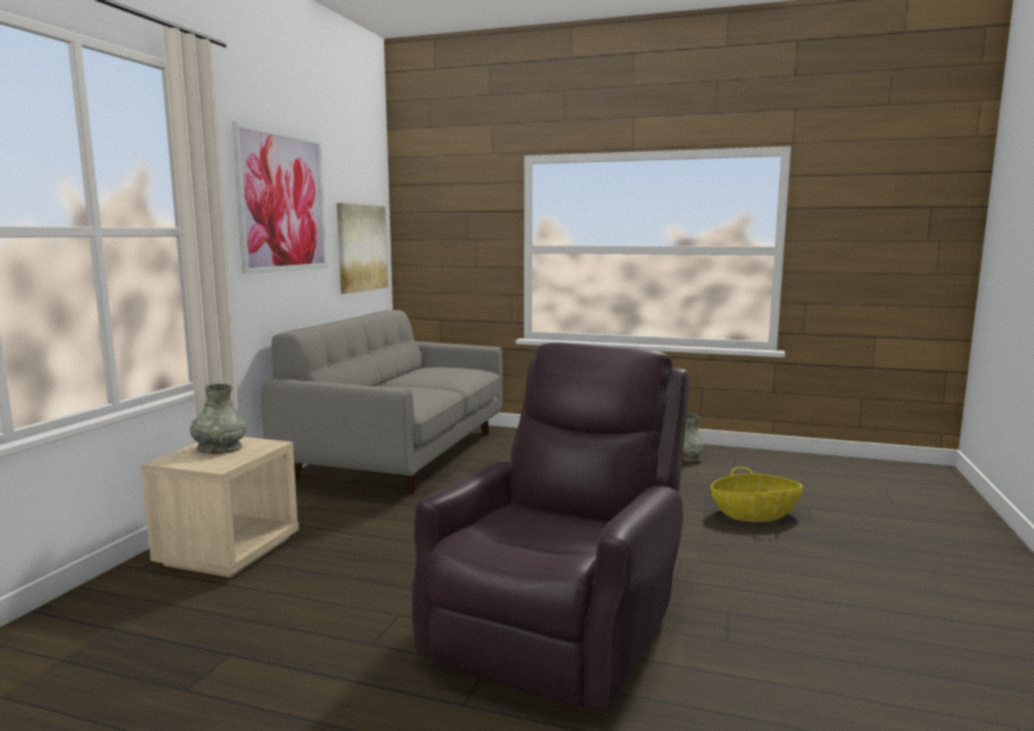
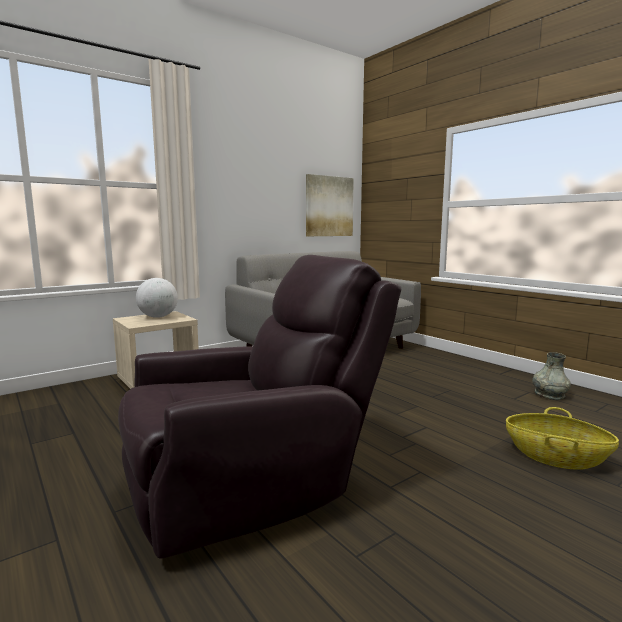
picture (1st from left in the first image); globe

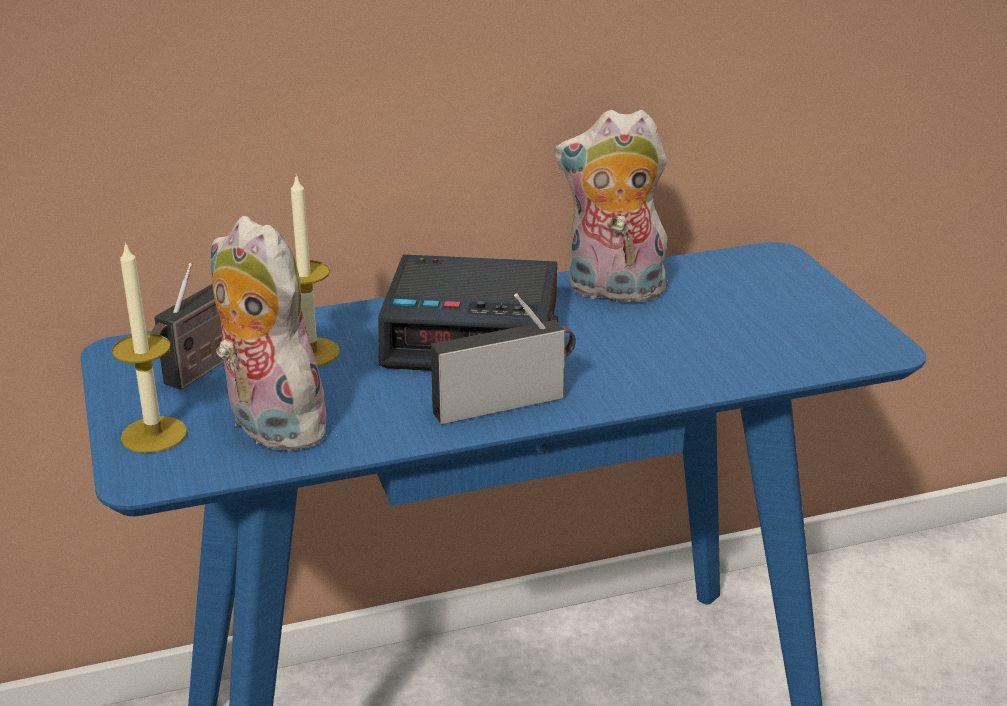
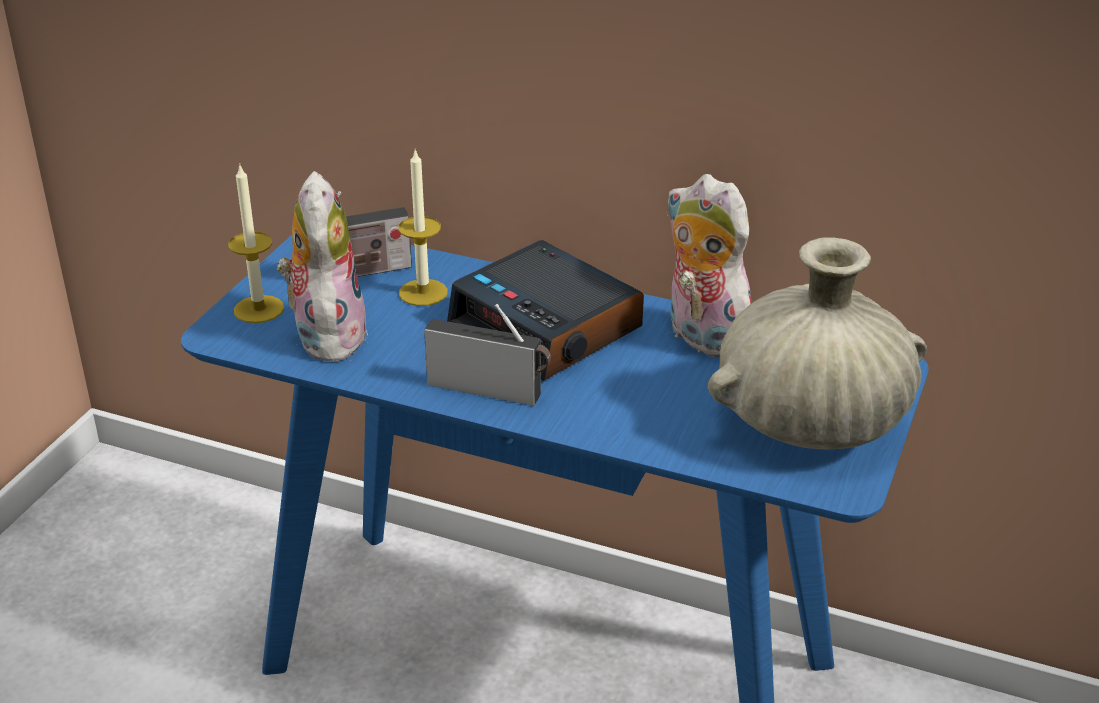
vase in beige

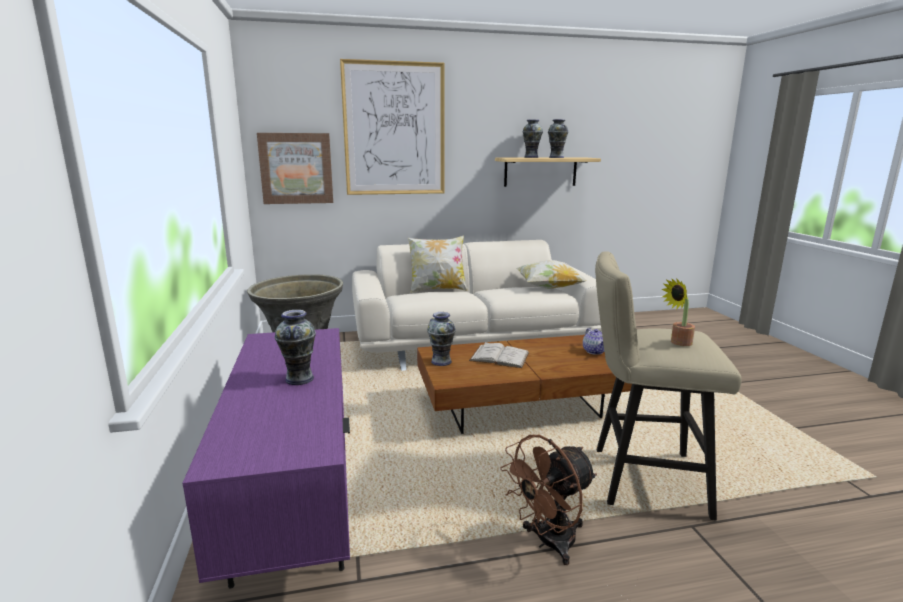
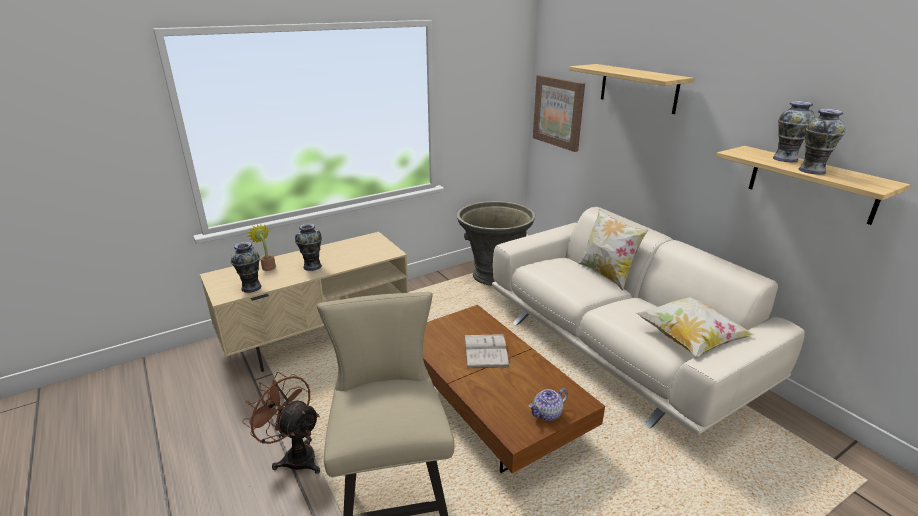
shelf (1st from left); potted plant; vase (1st from left); tv stand in beige

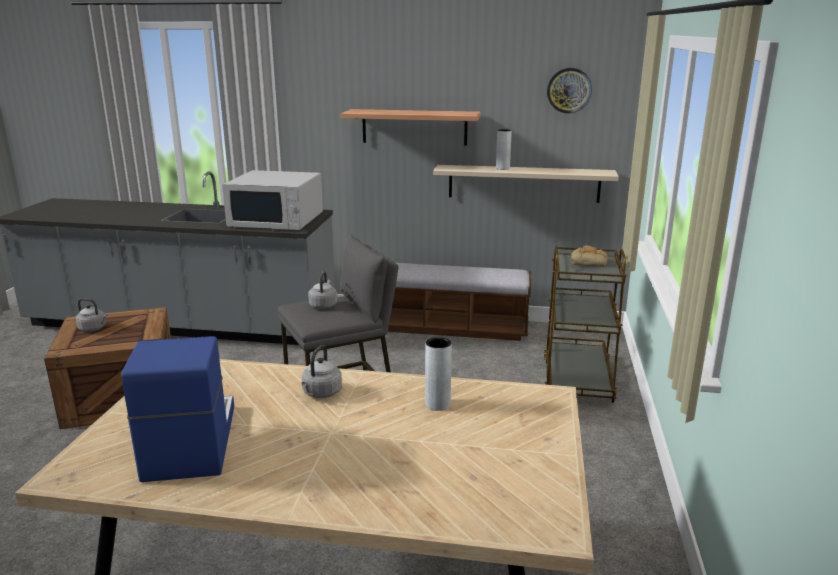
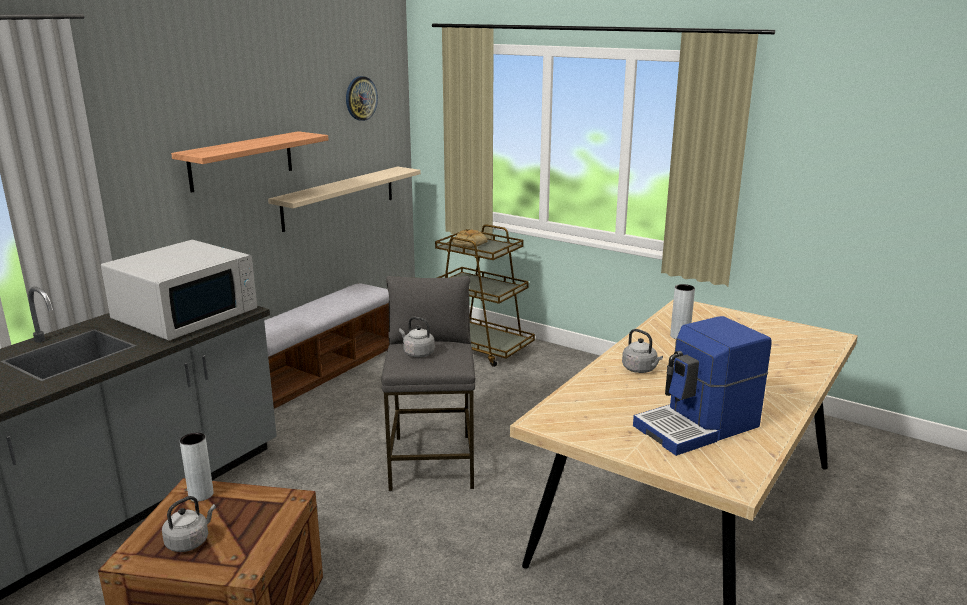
vase in grey (1st from left); coffee machine

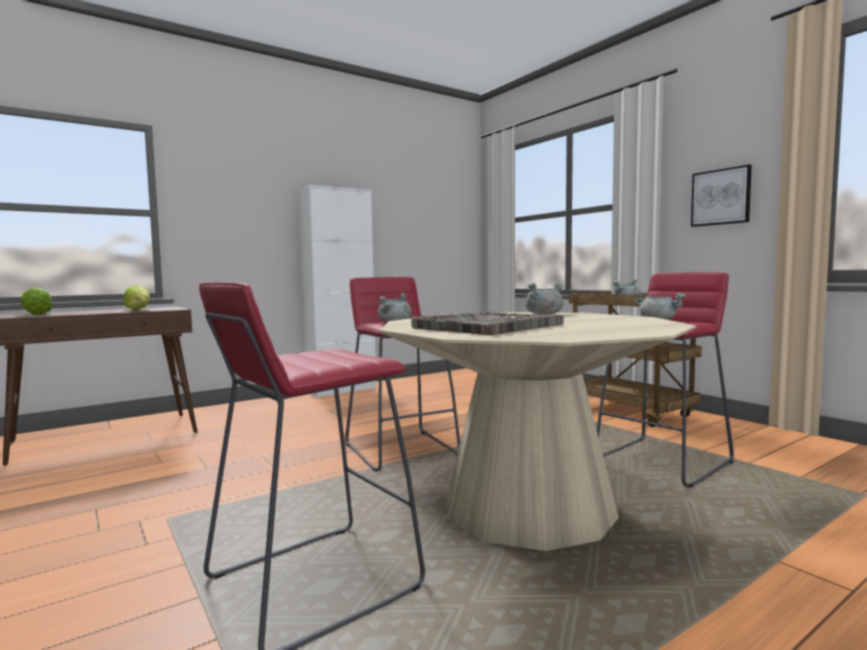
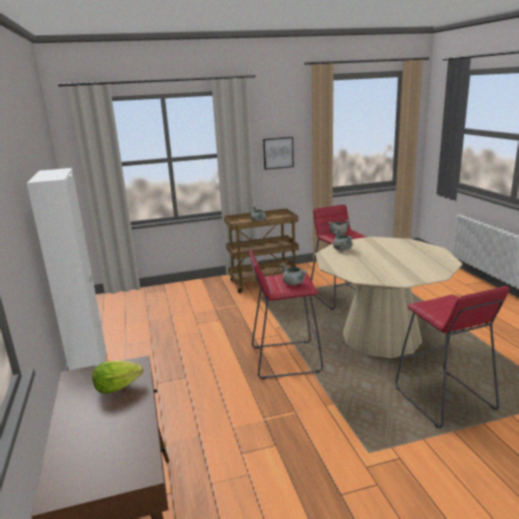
lettuce (1st from left in the first image); tray in grey

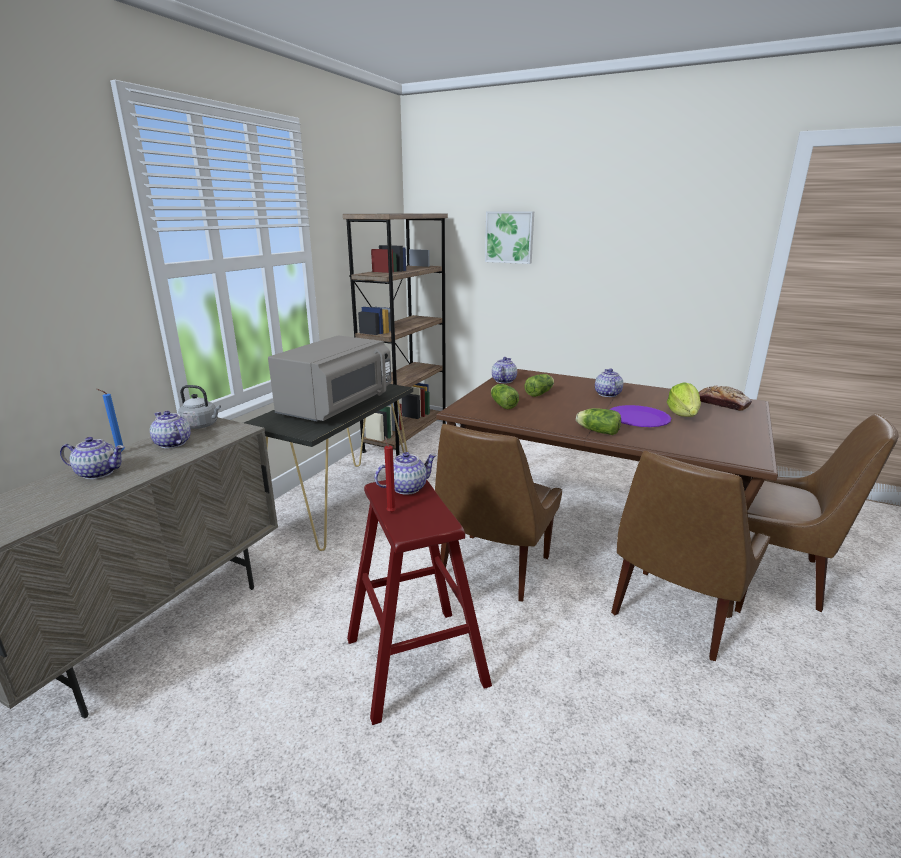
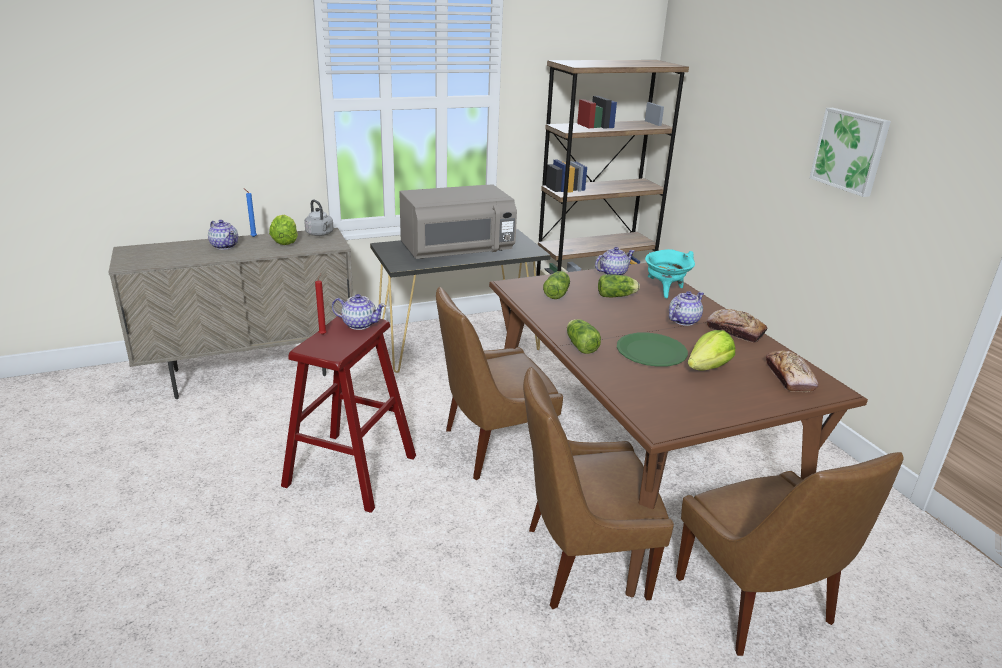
picture; plate in green; lettuce (1st from left); cooking pot in turquoise; bread (1st from left)

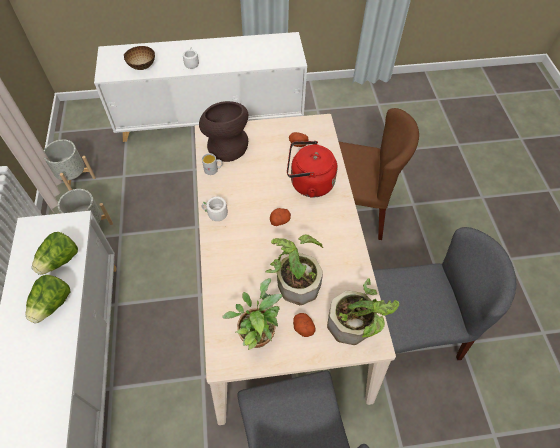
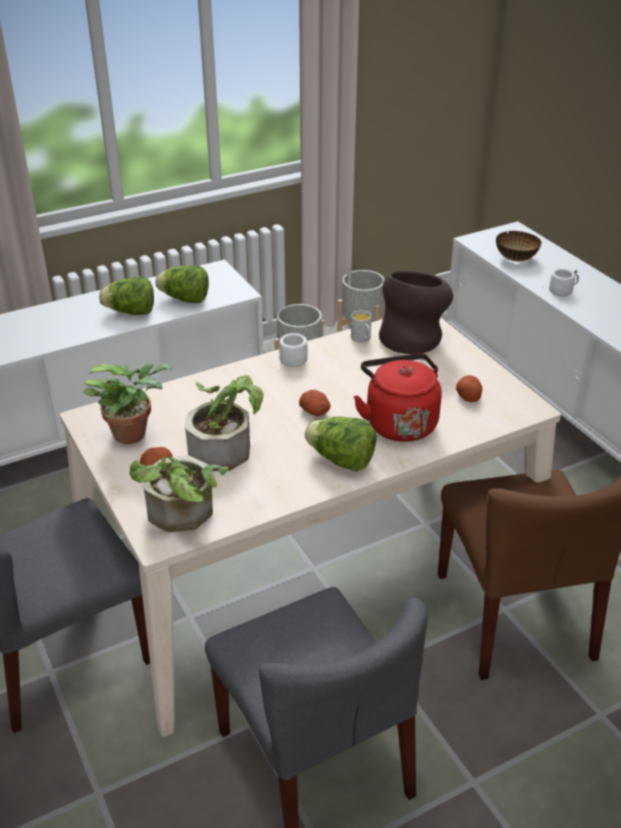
lettuce (3rd from left)

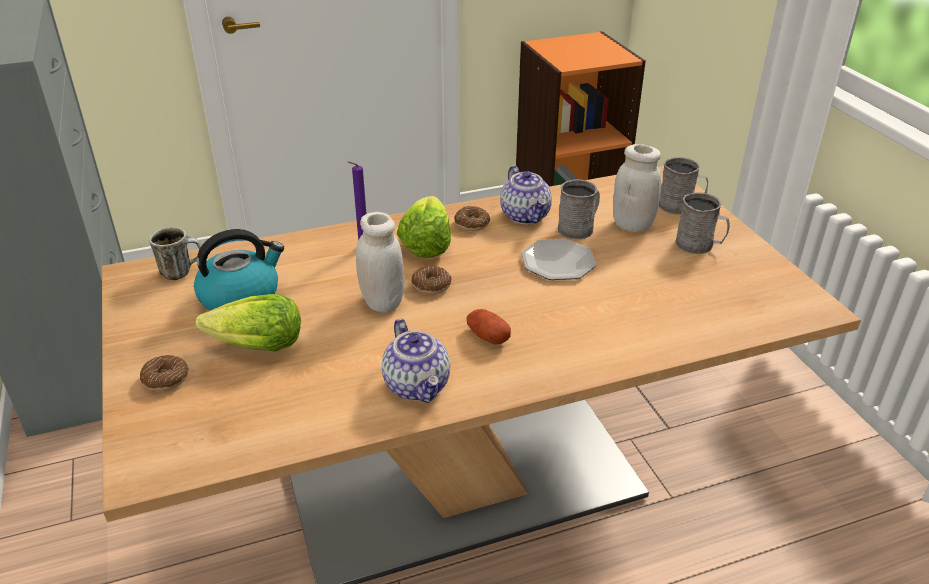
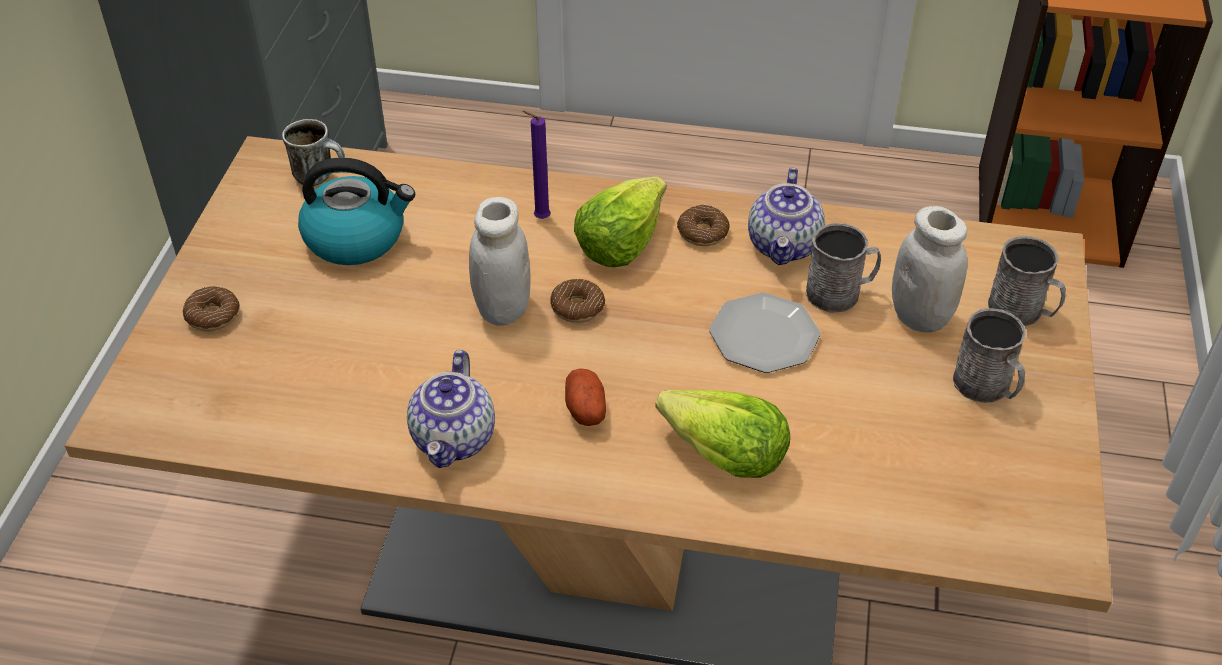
lettuce (2nd from left)

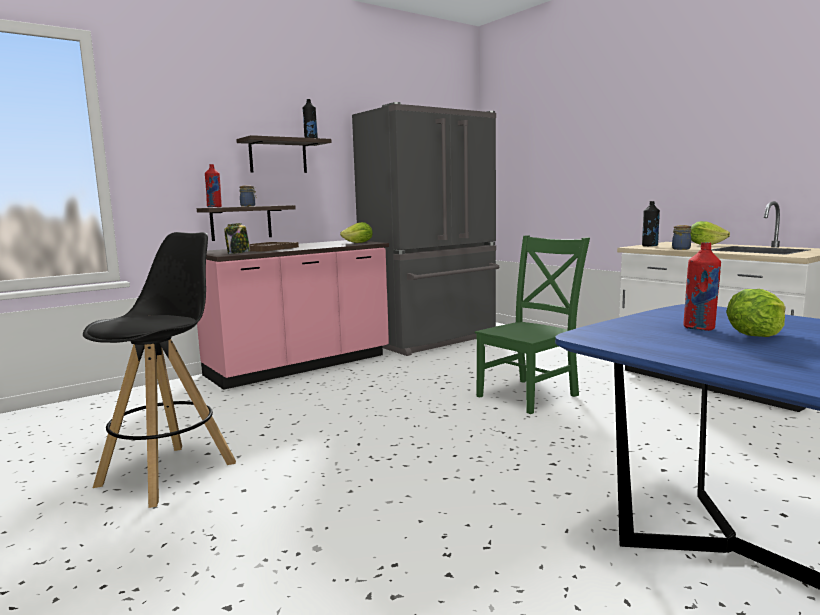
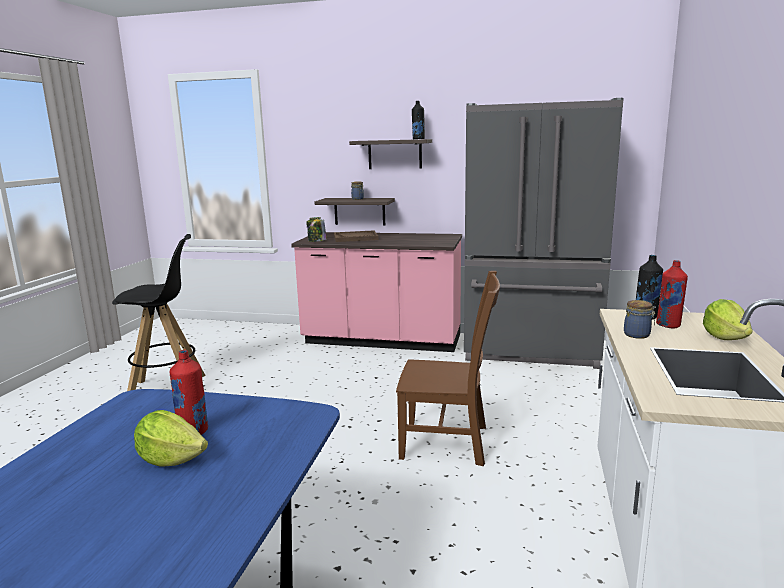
bottle in red (2nd from left); lettuce (1st from left in the first image); chair in brown

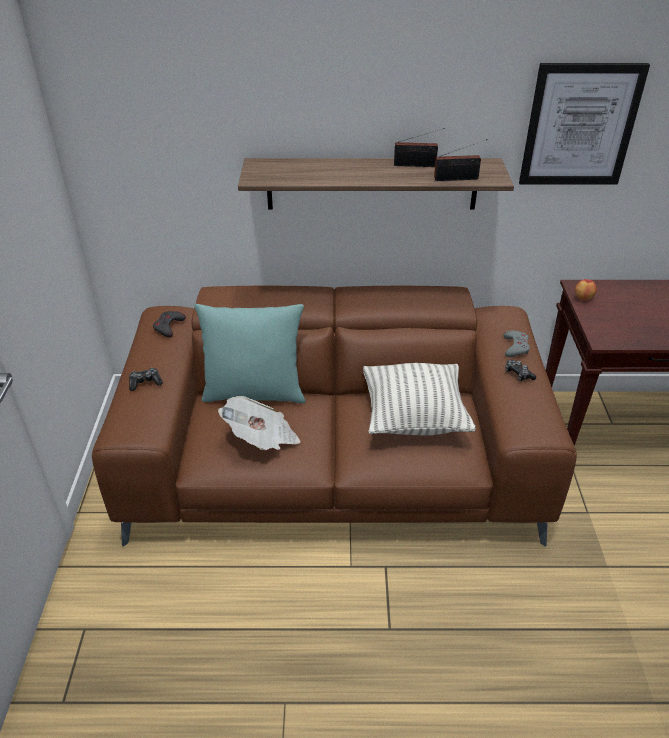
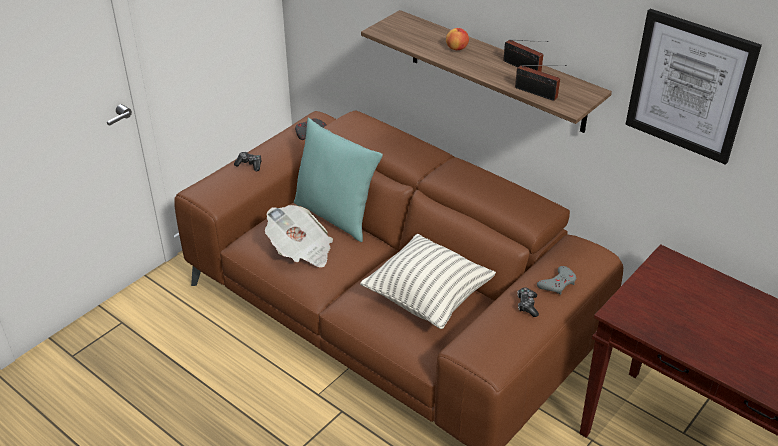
apple

